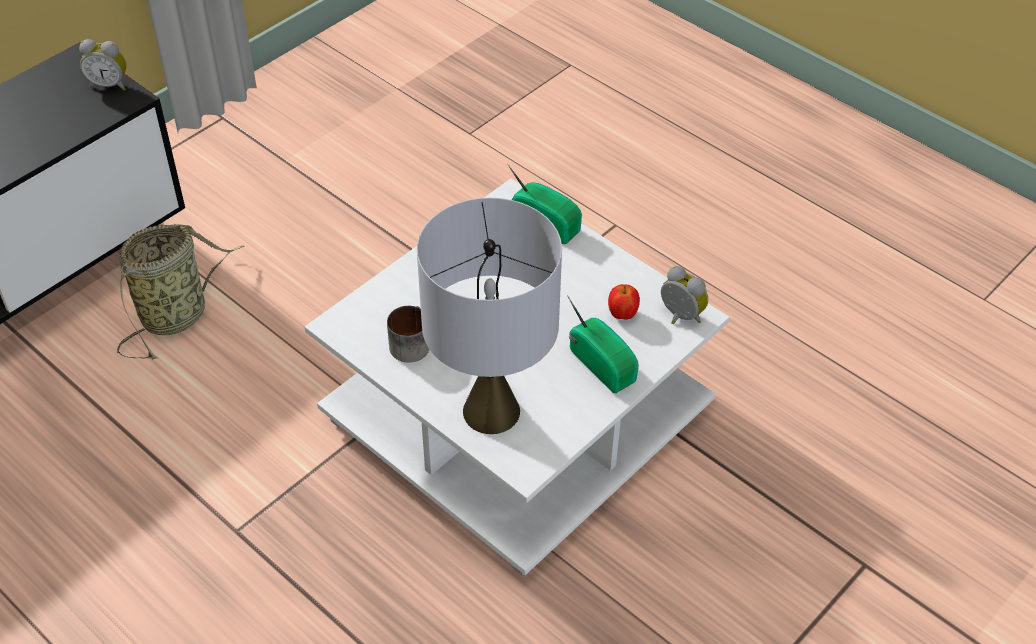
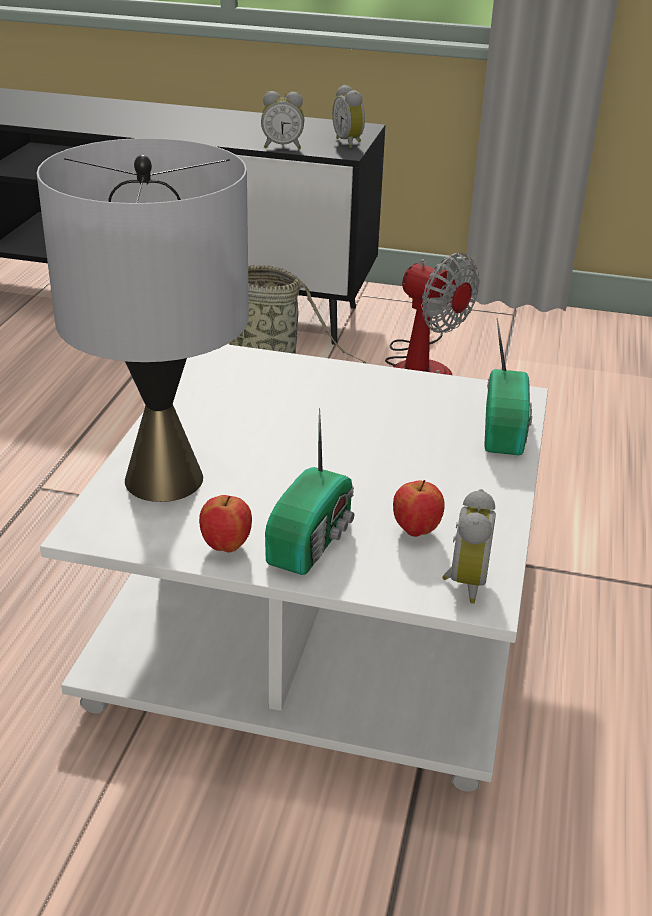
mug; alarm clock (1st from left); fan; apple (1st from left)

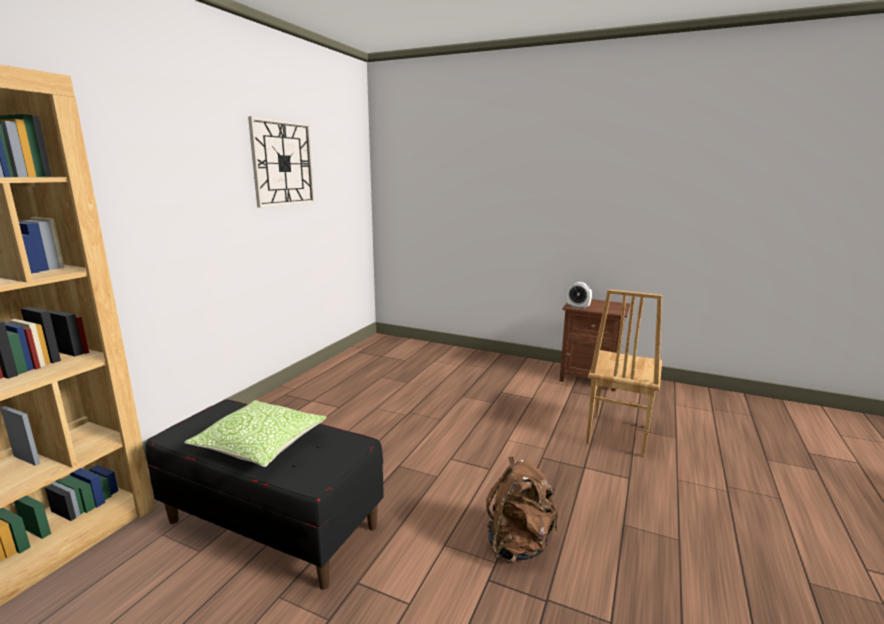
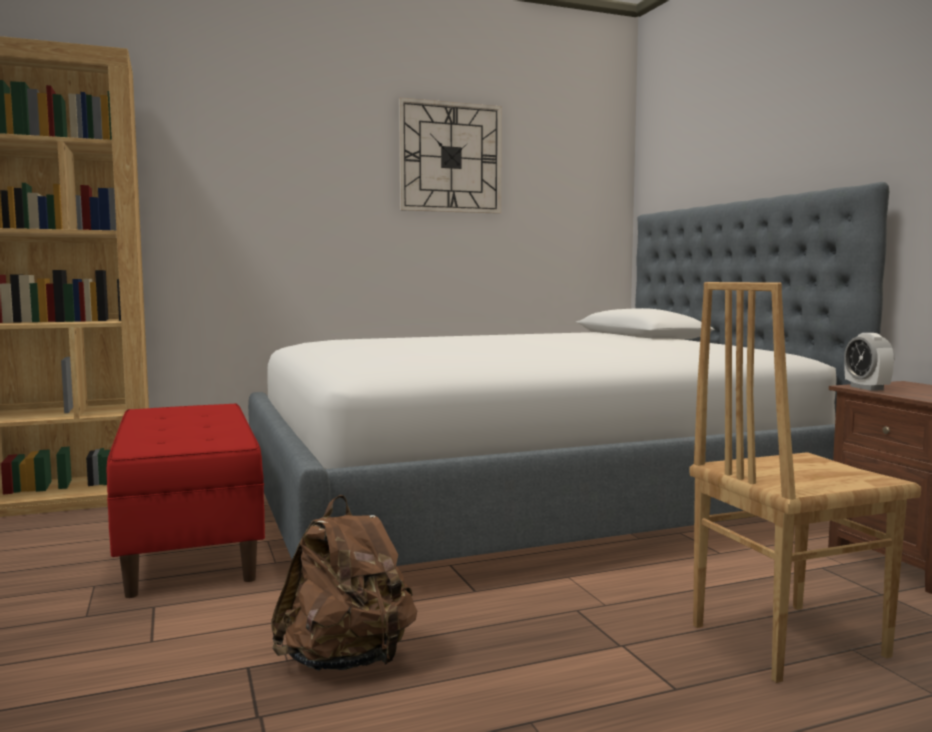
bench in red; pillow; bed

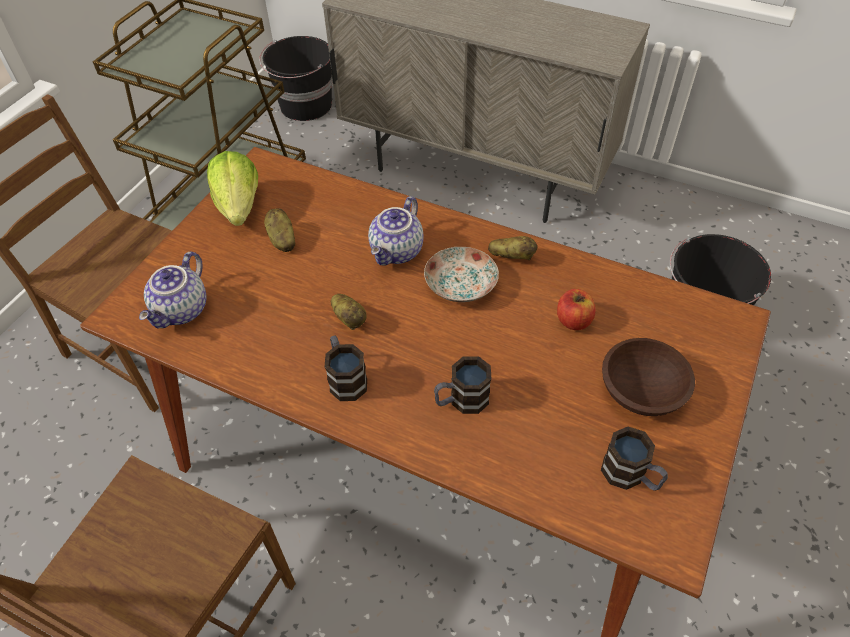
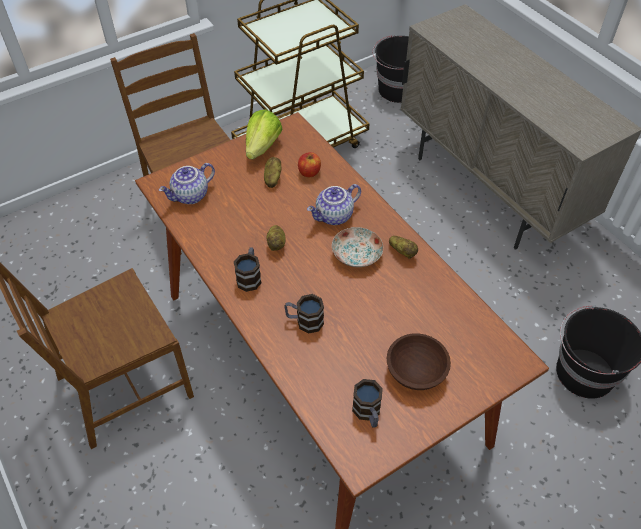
apple

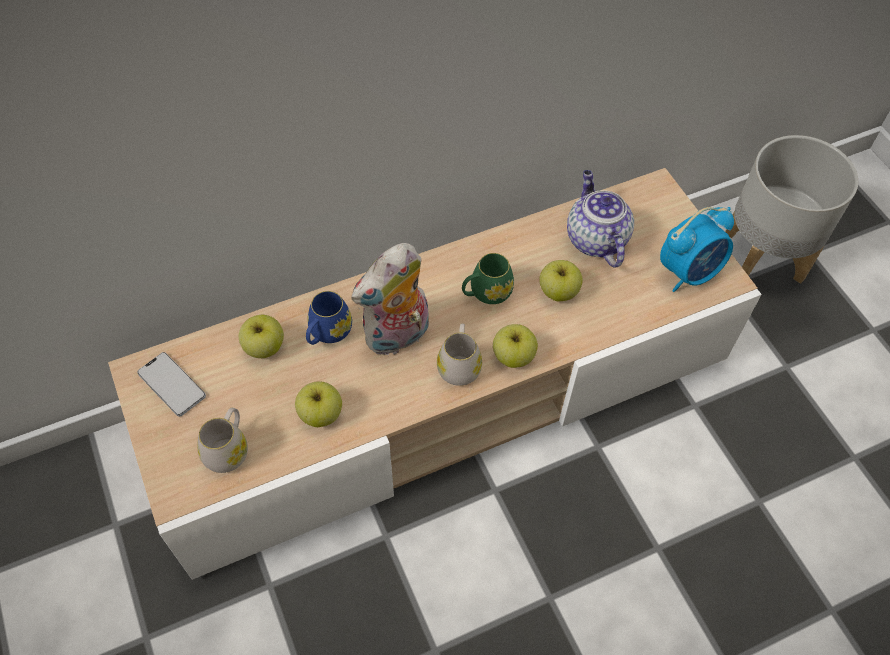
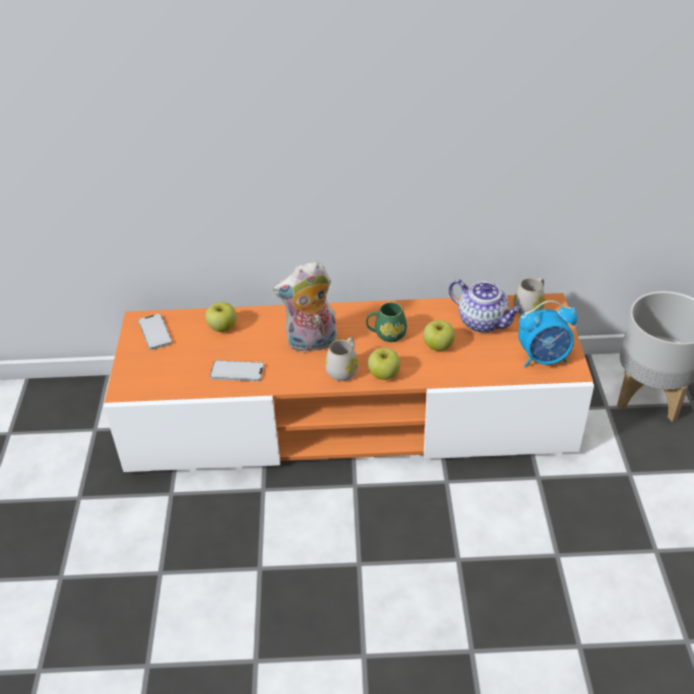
tv stand in orange; teapot; mug in blue; phone (2nd from left); mug in white (2nd from left)

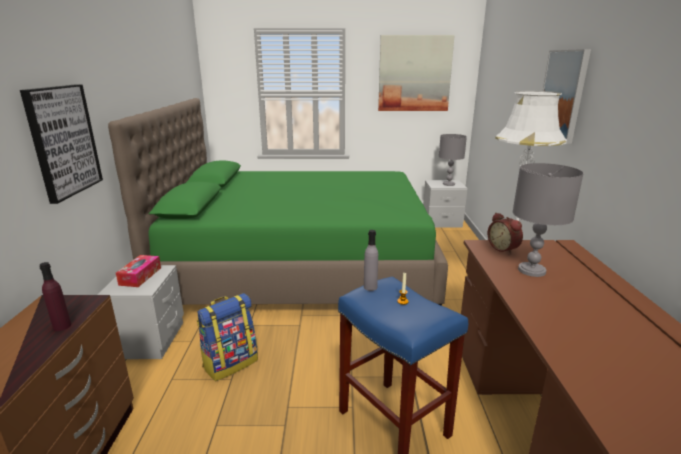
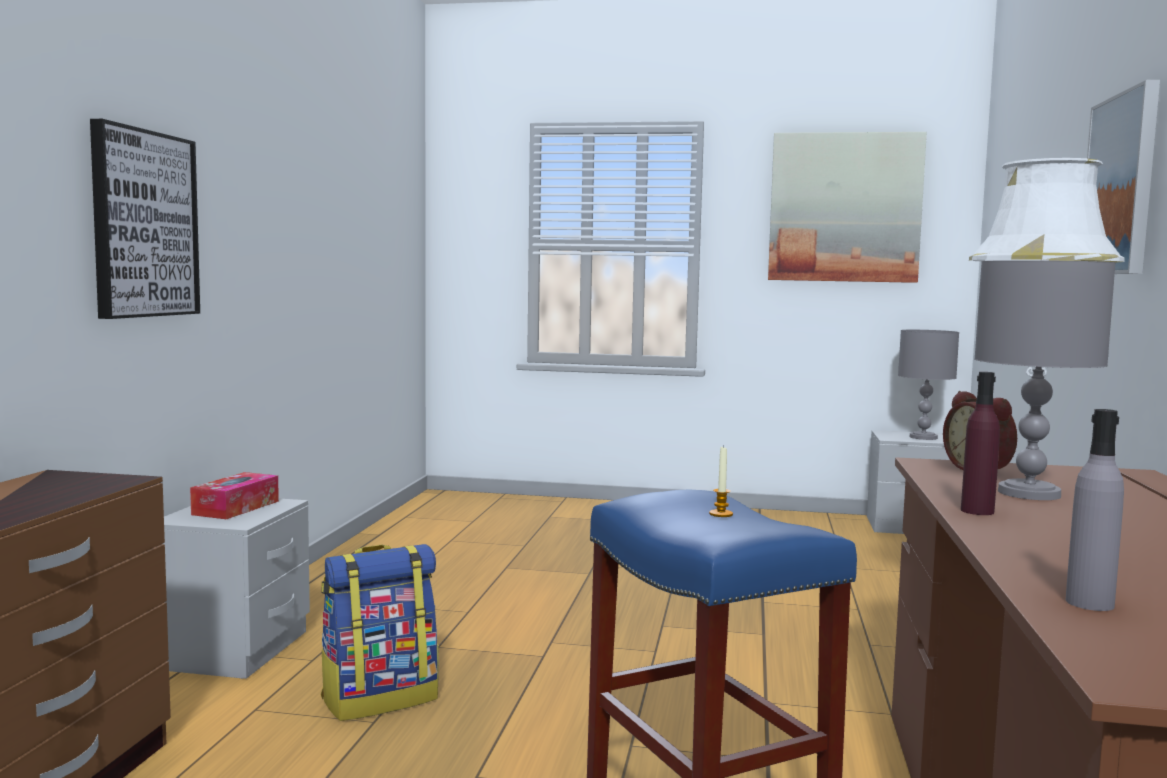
bed in green; bottle in grey; bottle in purple

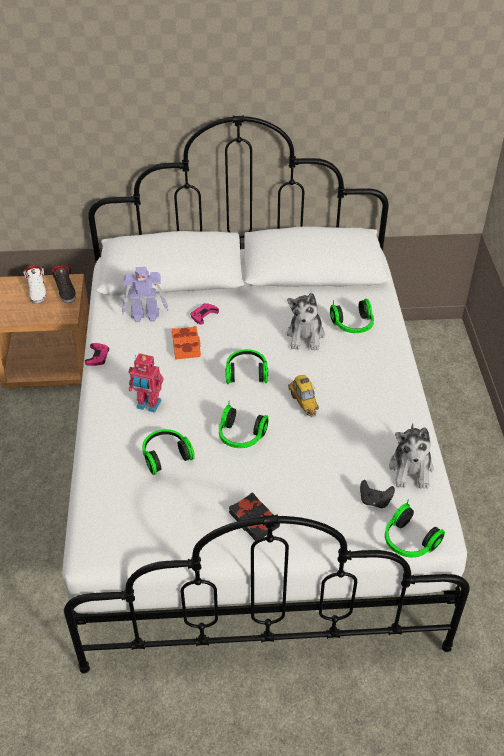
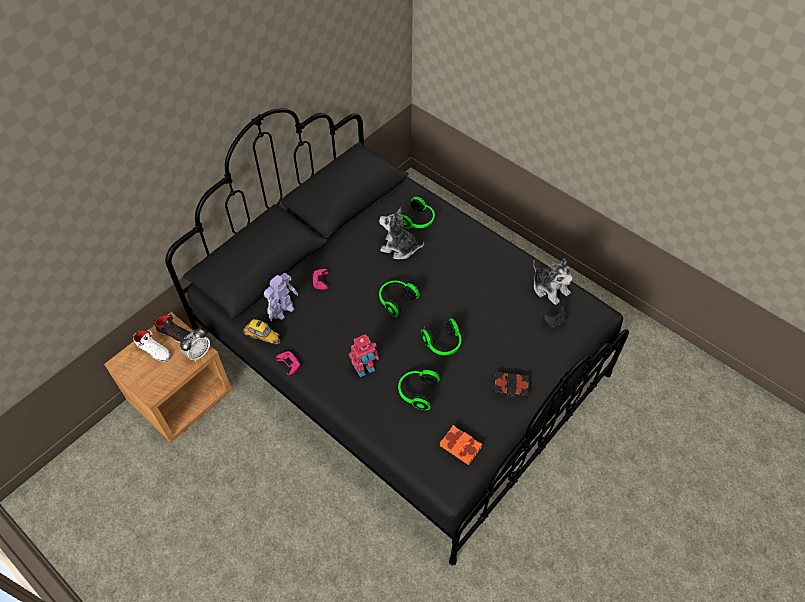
bed in black; plush toy (1st from left); book in orange; toy car; headphones (5th from left in the first image); alarm clock

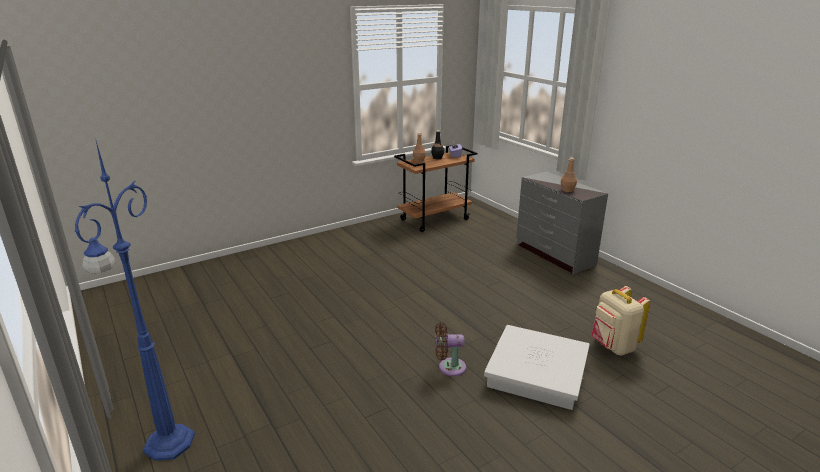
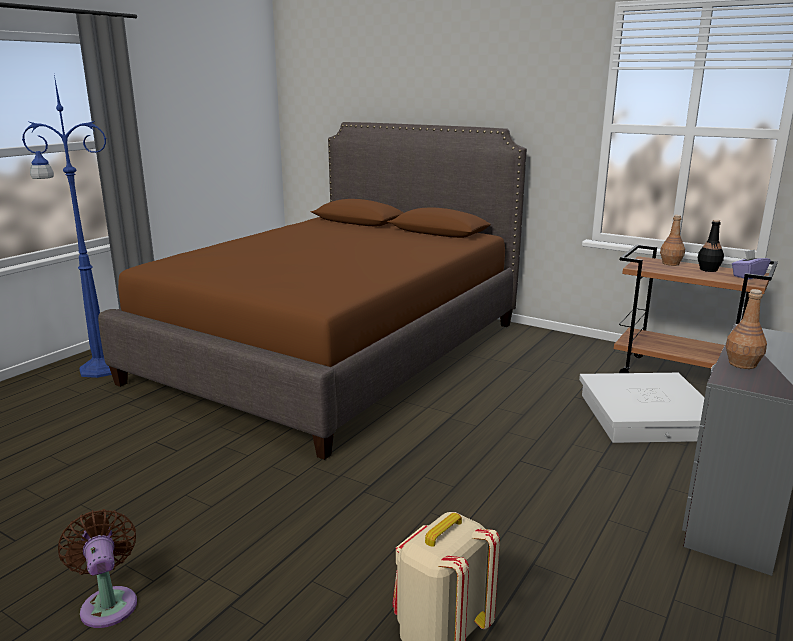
fan in brown; storage box in white; bed in brown

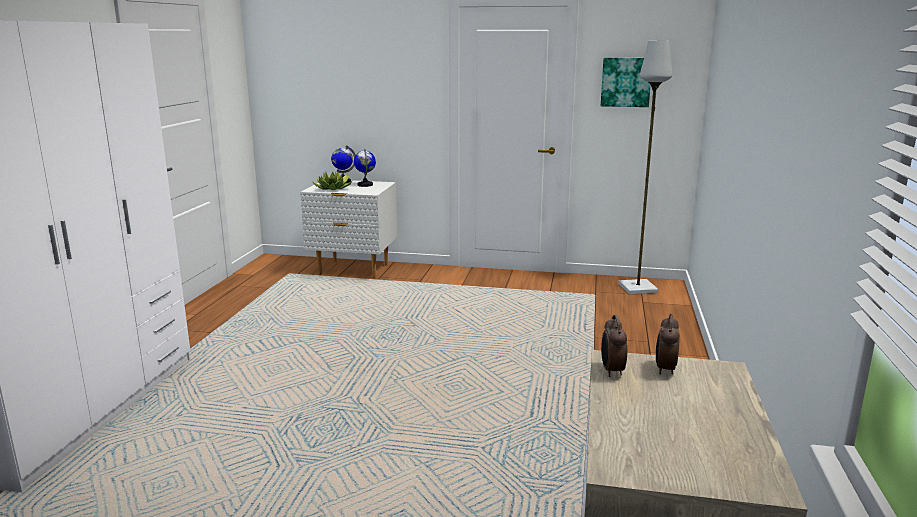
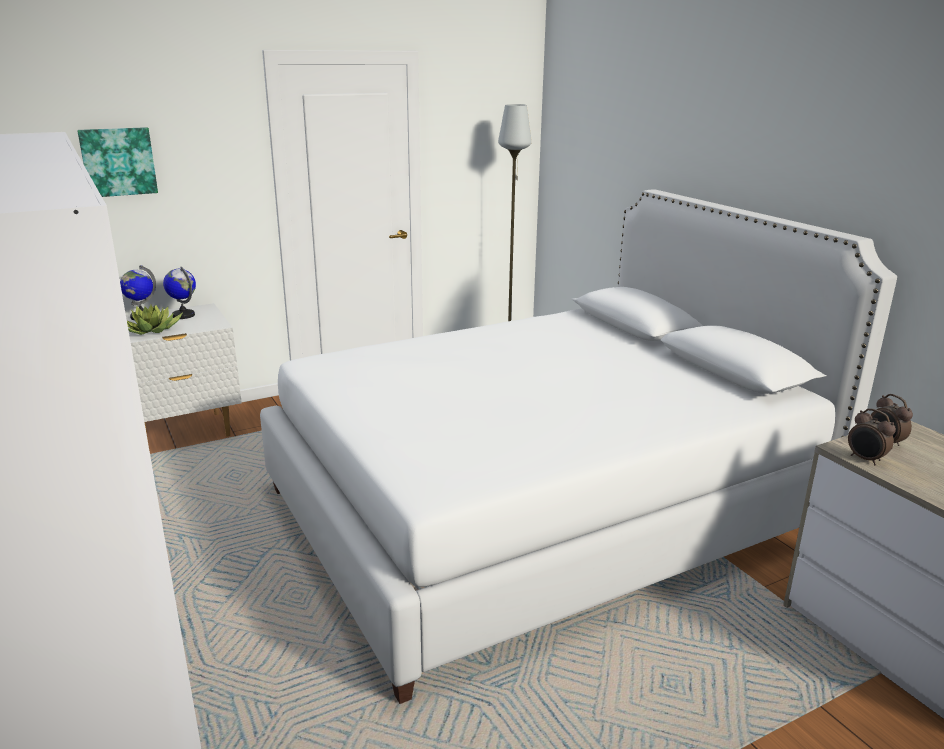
picture; bed in white

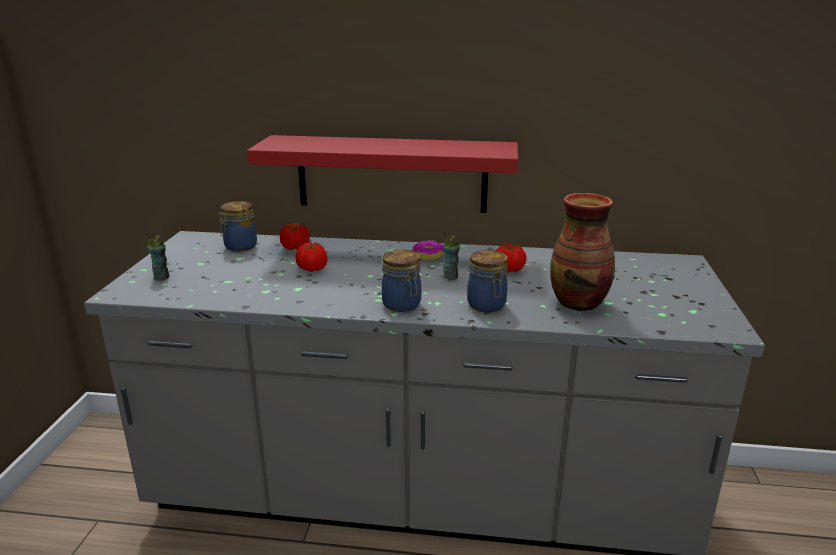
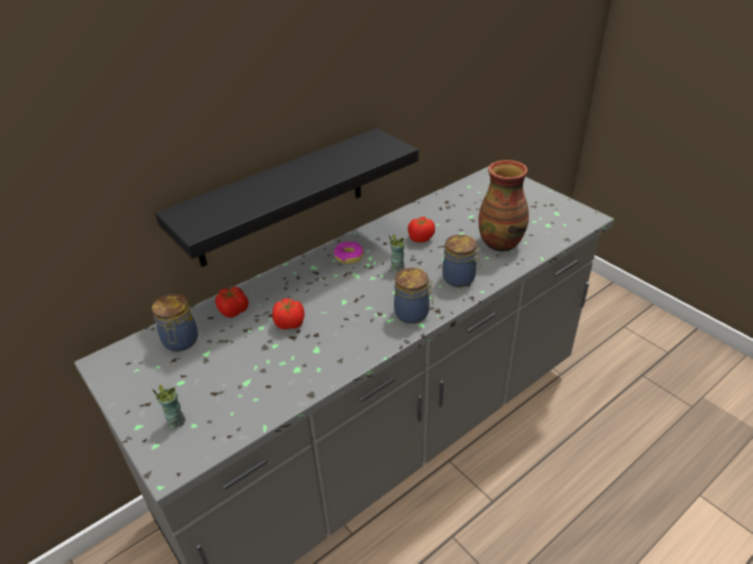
shelf in black

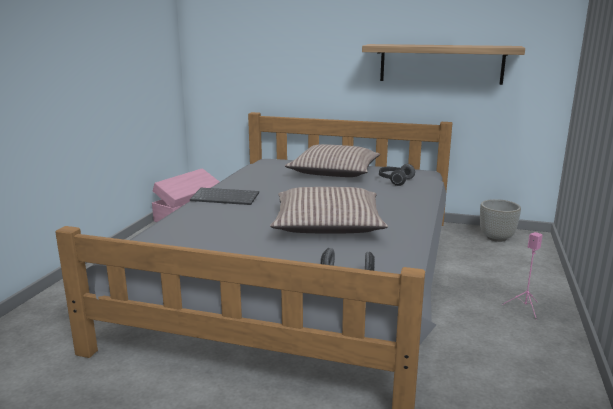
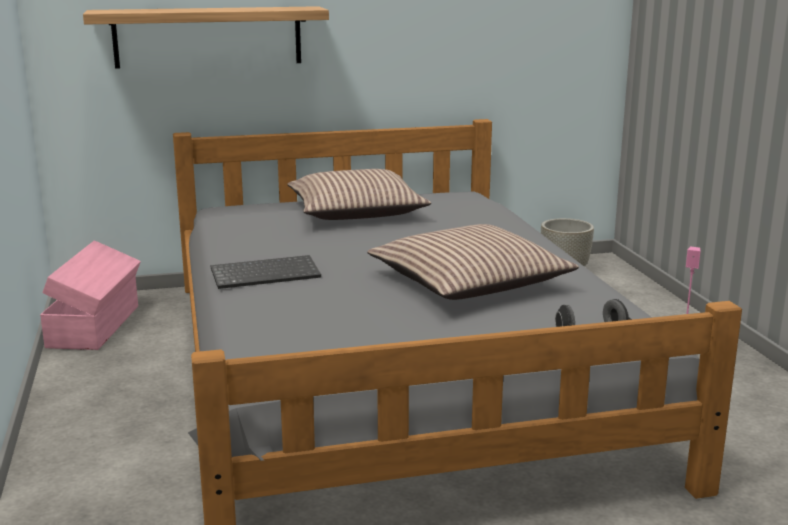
shelf; headphones (2nd from left in the first image)

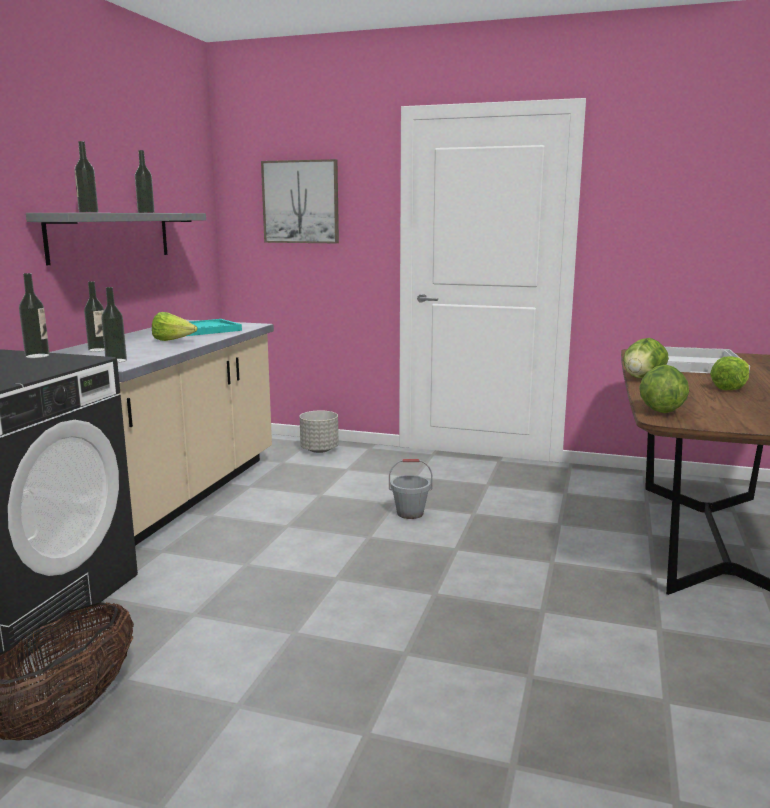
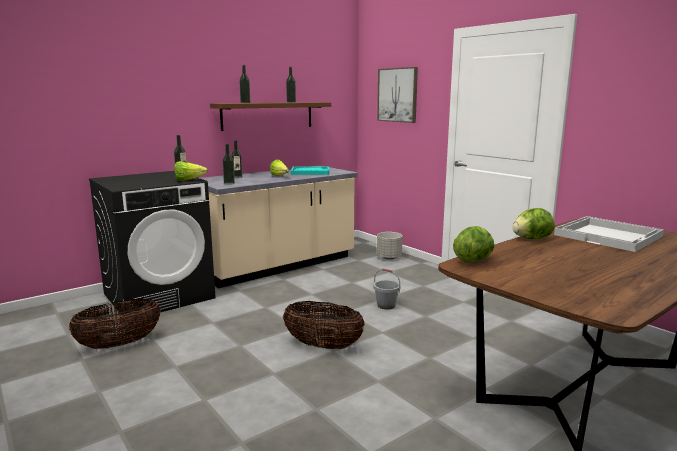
shelf in brown; lettuce (1st from left); basket (2nd from left)

